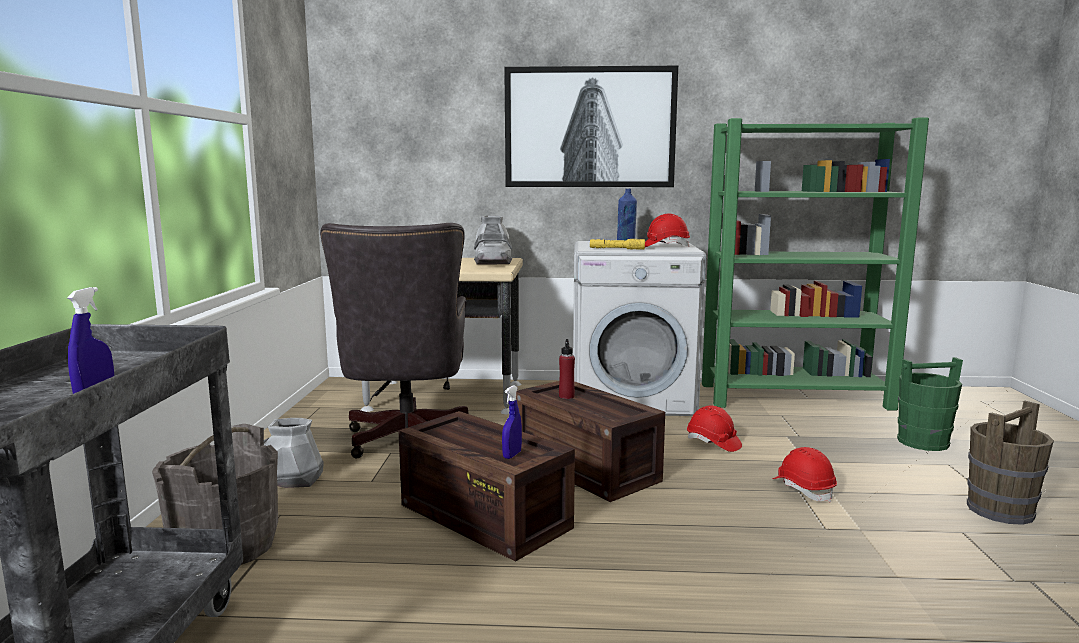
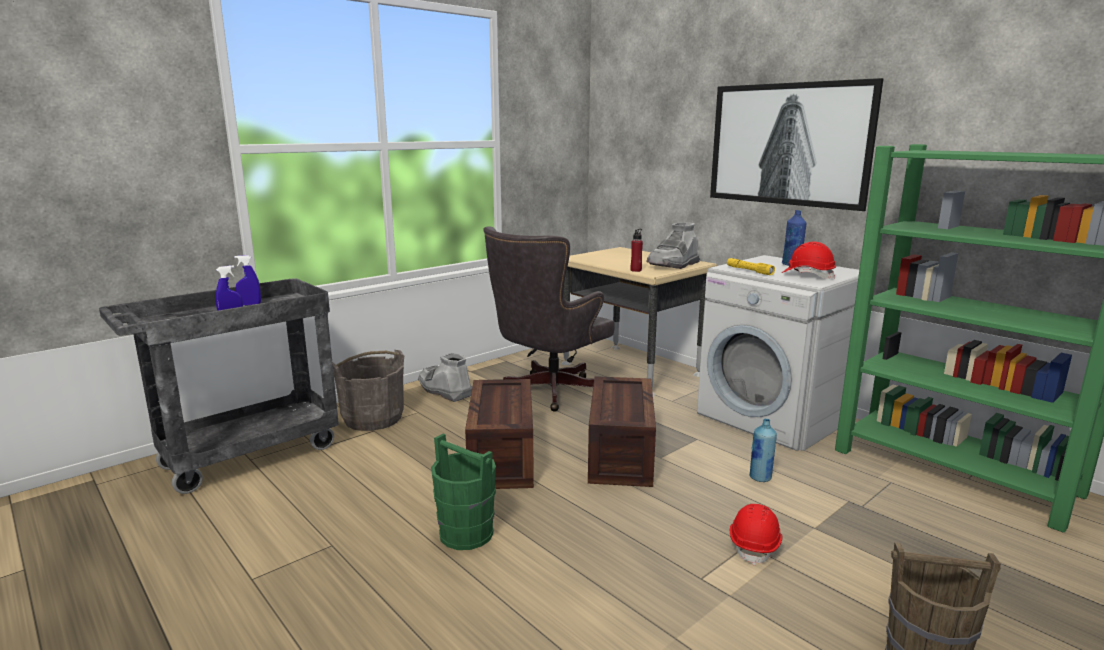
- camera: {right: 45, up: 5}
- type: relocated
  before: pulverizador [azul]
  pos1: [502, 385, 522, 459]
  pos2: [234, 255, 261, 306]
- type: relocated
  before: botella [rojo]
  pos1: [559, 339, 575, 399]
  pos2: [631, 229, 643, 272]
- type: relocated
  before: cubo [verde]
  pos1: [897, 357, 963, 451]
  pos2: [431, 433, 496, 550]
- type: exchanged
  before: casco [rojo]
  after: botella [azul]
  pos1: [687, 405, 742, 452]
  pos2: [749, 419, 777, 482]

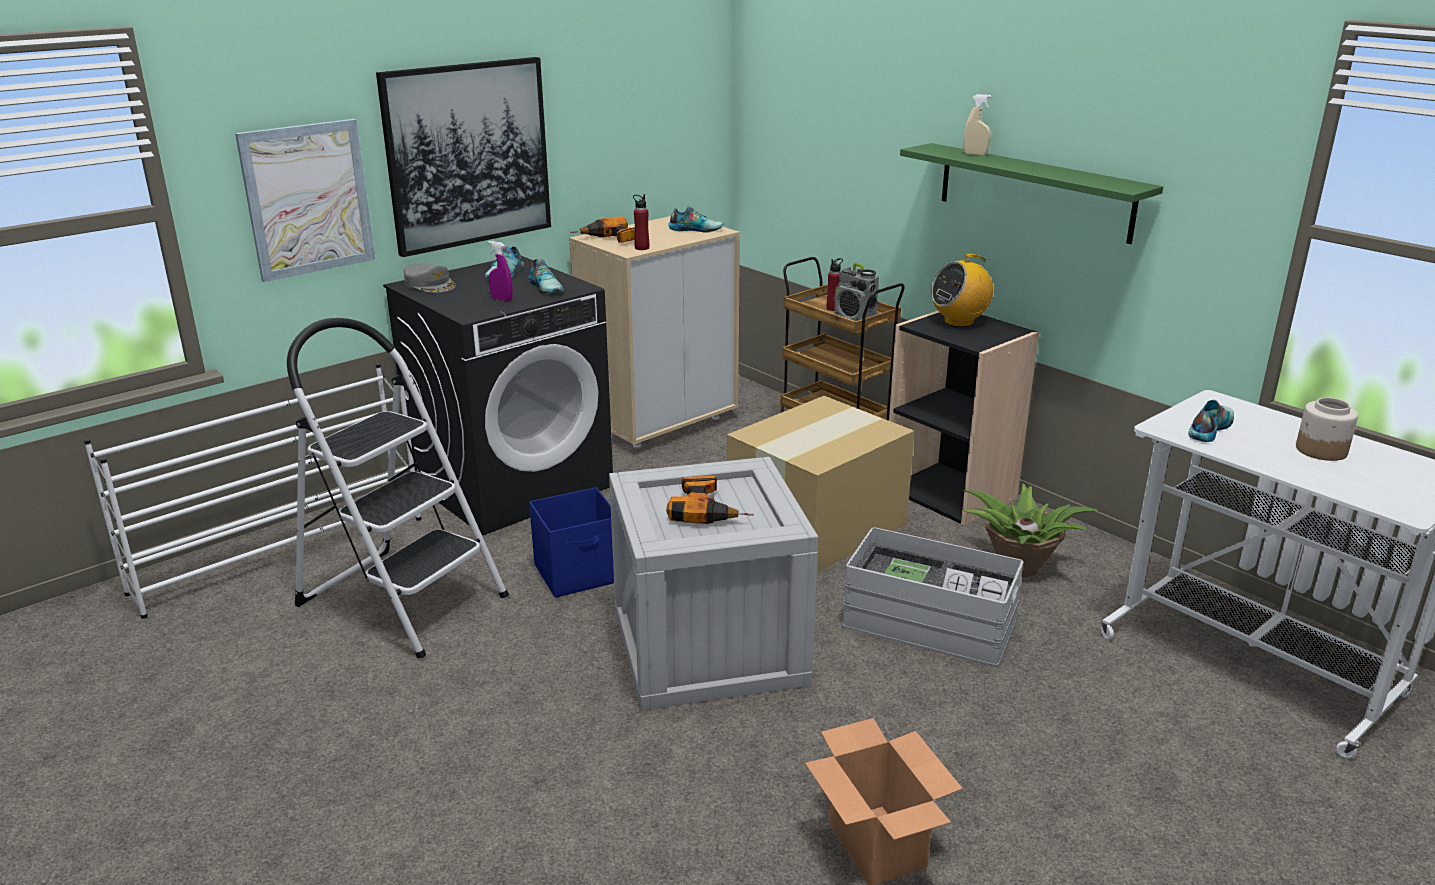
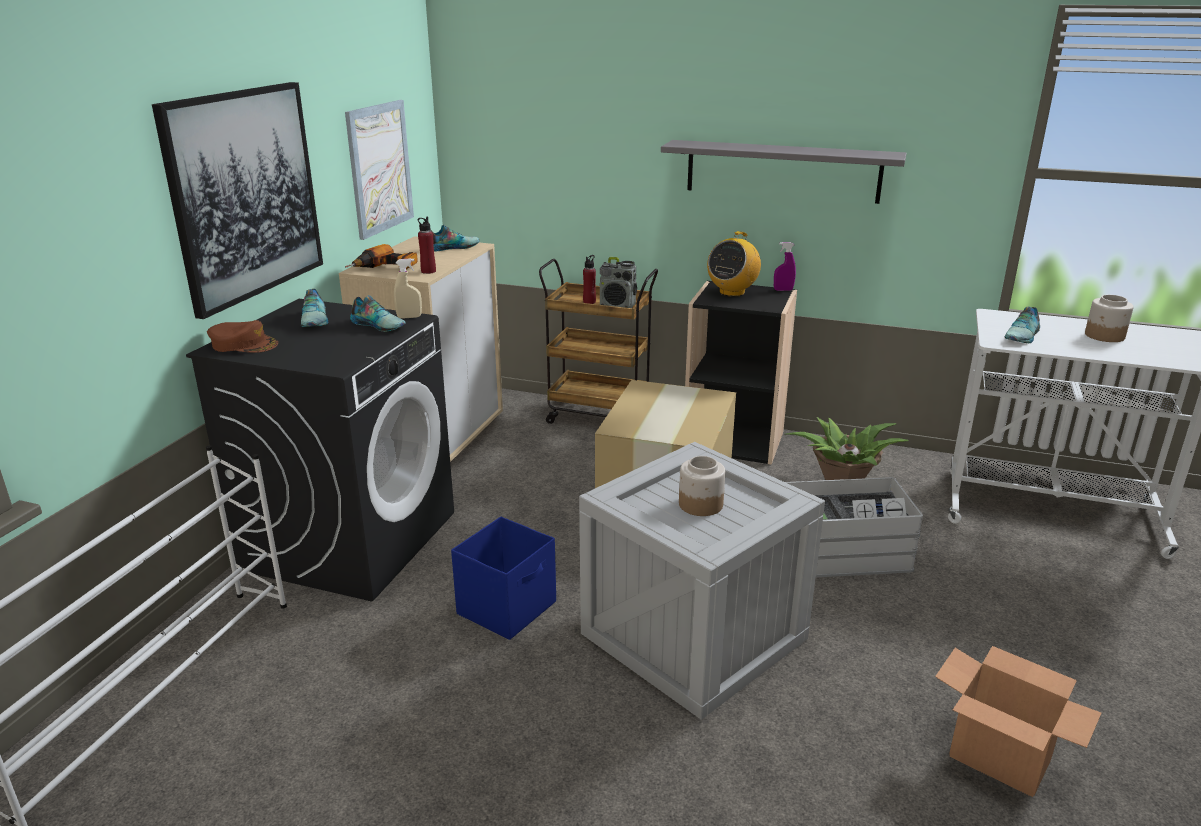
- camera: {right: -30, up: 0}
- type: missing
  before: escalera de tijera
  pos1: [287, 318, 509, 658]
- type: relocated
  before: cuadro
  pos1: [235, 119, 375, 282]
  pos2: [345, 100, 414, 240]
- type: relocated
  before: pulverizador [morado]
  pos1: [488, 241, 512, 301]
  pos2: [774, 242, 796, 291]
- type: relocated
  before: pulverizador [beis]
  pos1: [963, 94, 991, 156]
  pos2: [394, 258, 422, 319]
- type: exchanged
  before: taladro
  after: tarro
  pos1: [667, 476, 754, 524]
  pos2: [679, 456, 725, 516]
- type: colour
  before: gorra [gris]
  after: gorra [marrón]
  pos1: [404, 263, 456, 293]
  pos2: [207, 320, 278, 353]
- type: colour
  before: estante [verde]
  after: estante [gris]
  pos1: [900, 143, 1163, 244]
  pos2: [661, 140, 907, 204]
- type: spun
  before: zapato
  pos1: [1188, 400, 1234, 442]
  pos2: [1005, 306, 1040, 343]
  turn: -150

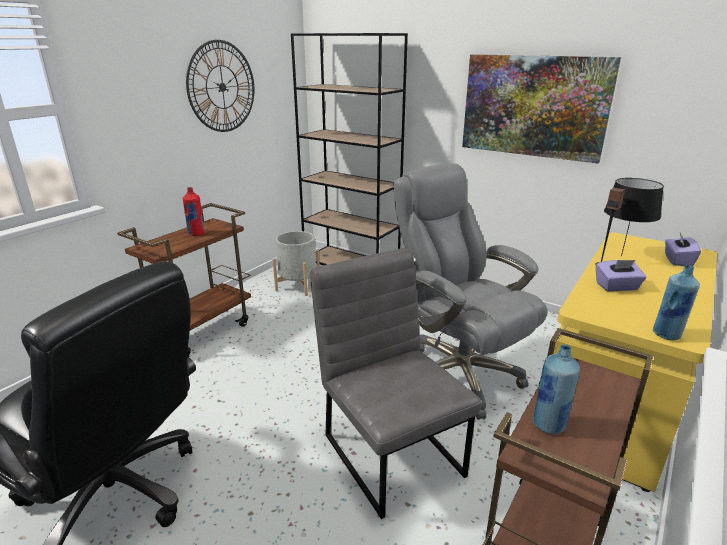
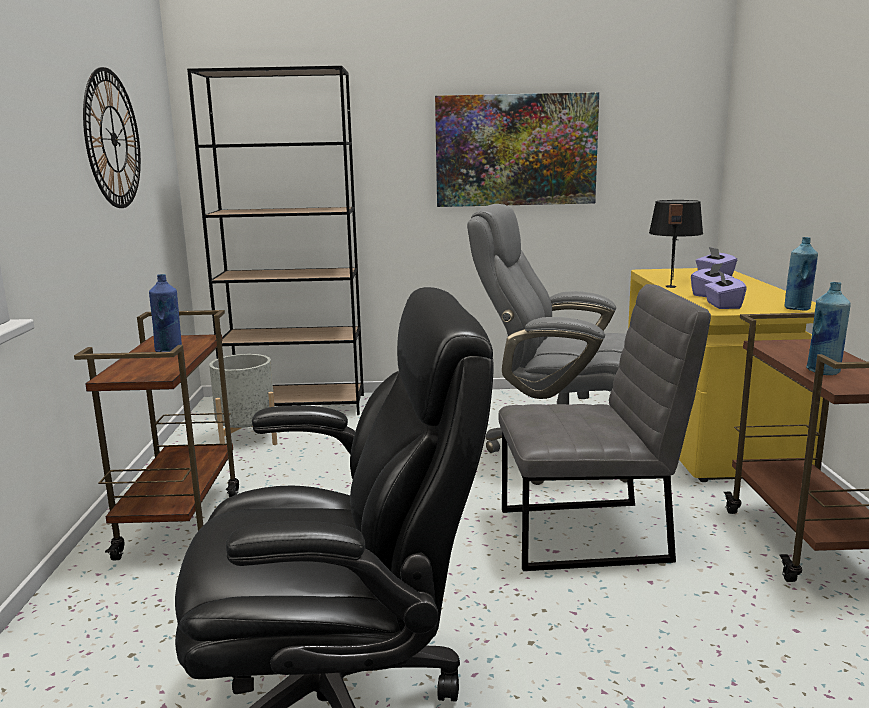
- camera: {right: -35, up: -10}
- type: appeared
  after: caja de pañuelos [morado]
  pos2: [704, 271, 747, 309]
- type: colour
  before: botella [rojo]
  after: botella [azul]
  pos1: [183, 187, 204, 236]
  pos2: [149, 274, 182, 352]
- type: spun
  before: silla [gris]
  pos1: [310, 248, 481, 519]
  pos2: [498, 284, 711, 571]
  turn: 150

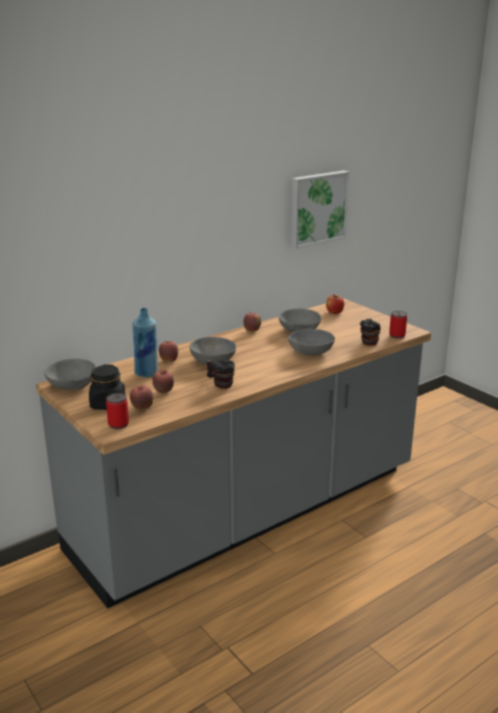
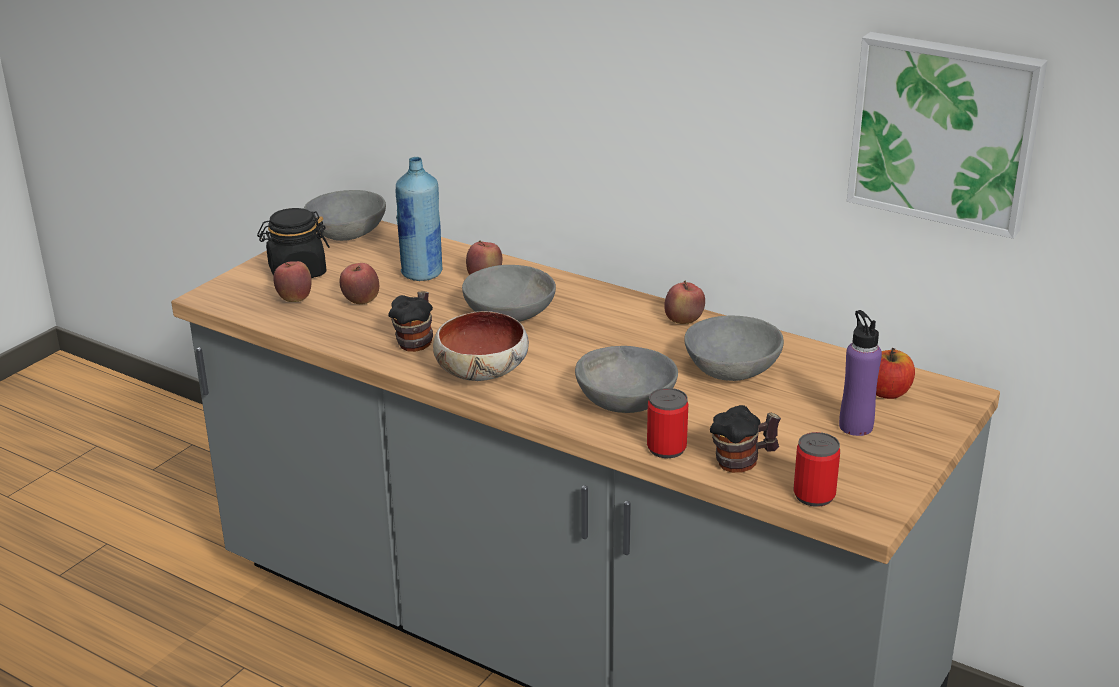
- camera: {right: 70, up: 5}
- type: appeared
  after: cuenco
  pos2: [433, 311, 529, 381]
- type: appeared
  after: botella [morado]
  pos2: [839, 310, 882, 436]
- type: relocated
  before: lata
  pos1: [106, 393, 129, 429]
  pos2: [647, 388, 688, 458]

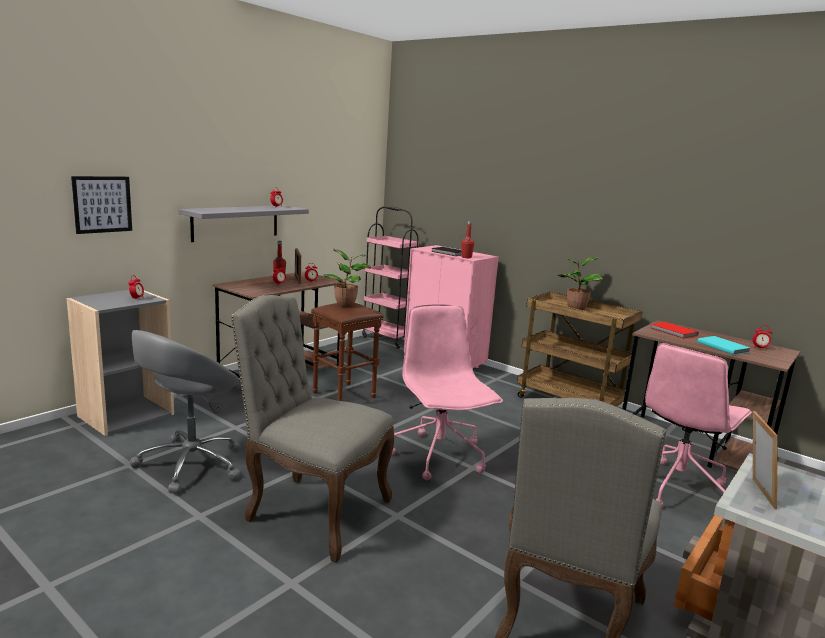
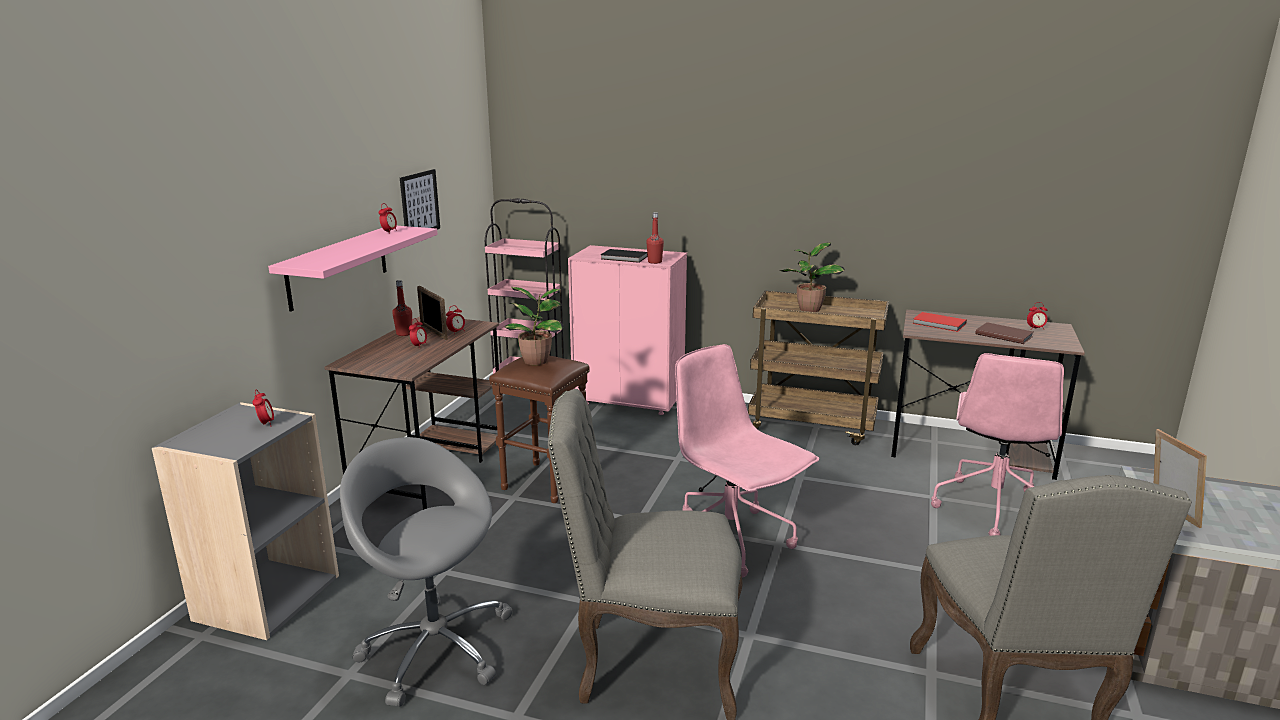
- camera: {right: -20, up: 5}
- type: relocated
  before: cuadro
  pos1: [71, 176, 132, 234]
  pos2: [400, 169, 440, 230]
- type: colour
  before: estante [gris]
  after: estante [rosa]
  pos1: [178, 205, 309, 242]
  pos2: [268, 226, 438, 312]
- type: colour
  before: libro [turquesa]
  after: libro [marrón]
  pos1: [698, 336, 750, 355]
  pos2: [975, 322, 1033, 344]
- type: spun
  before: silla de oficina [gris]
  pos1: [130, 330, 241, 494]
  pos2: [340, 437, 513, 707]
  turn: 105

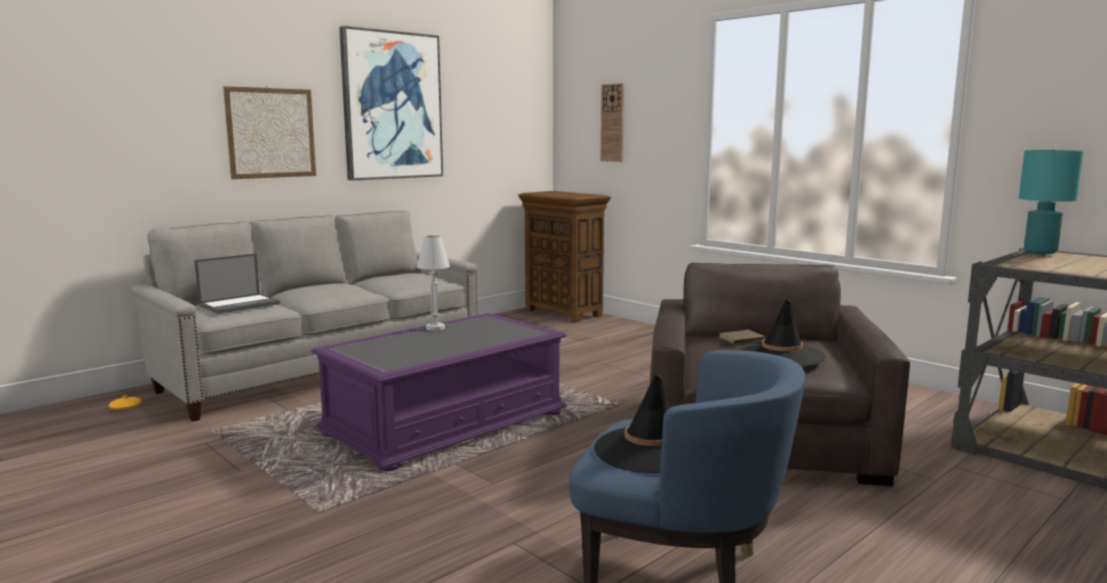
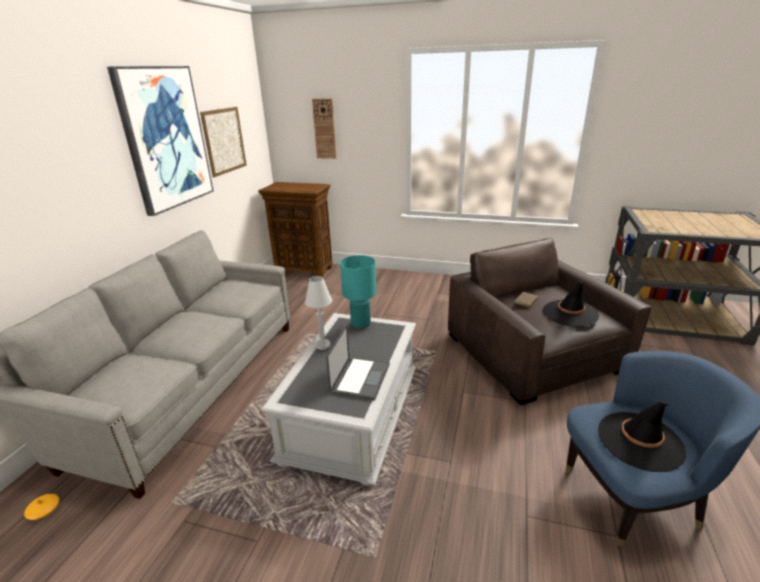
- camera: {right: -30, up: 15}
- type: relocated
  before: portátil
  pos1: [194, 253, 280, 314]
  pos2: [326, 325, 390, 401]
- type: relocated
  before: cuadro
  pos1: [223, 86, 316, 179]
  pos2: [200, 107, 247, 177]
- type: relocated
  before: lámpara de mesa [turquesa]
  pos1: [1019, 149, 1084, 255]
  pos2: [340, 255, 376, 329]
- type: colour
  before: mesa de centro [morado]
  after: mesa de centro [blanco]
  pos1: [311, 313, 567, 471]
  pos2: [261, 313, 416, 486]

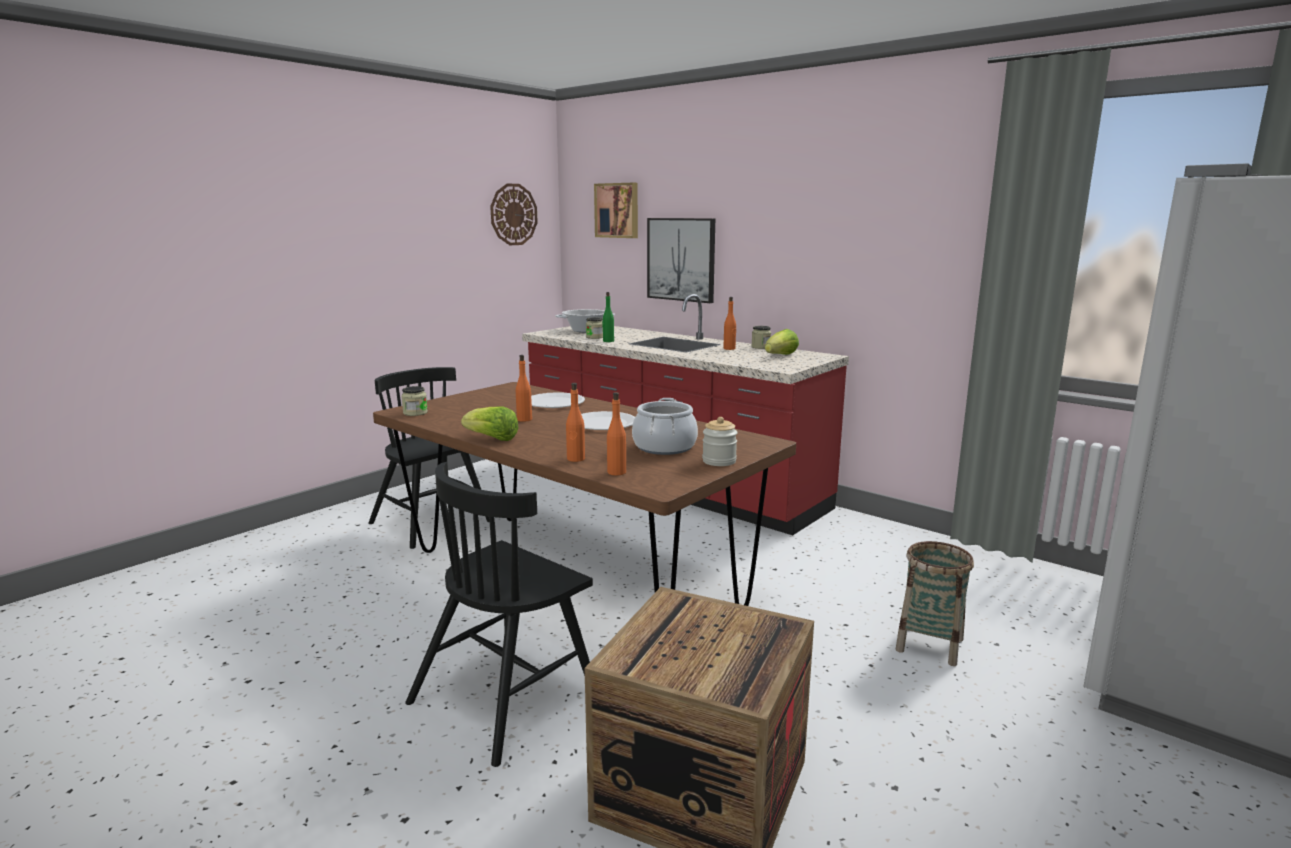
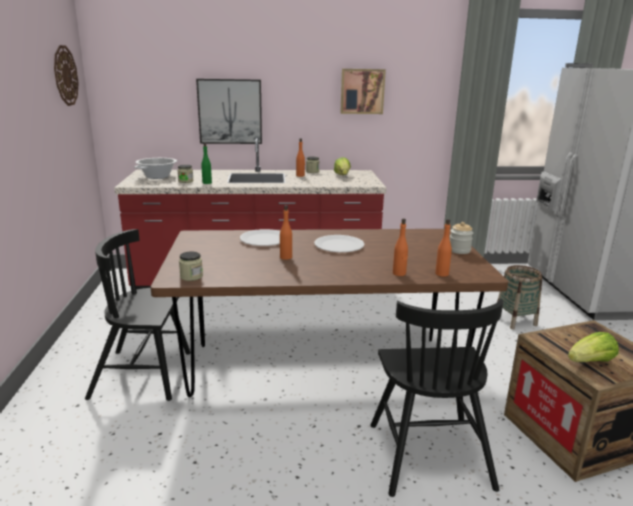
- camera: {right: -45, up: 5}
- type: missing
  before: olla
  pos1: [632, 398, 698, 455]
- type: relocated
  before: lechuga
  pos1: [461, 406, 518, 441]
  pos2: [568, 332, 619, 362]
- type: relocated
  before: cuadro
  pos1: [594, 183, 638, 238]
  pos2: [340, 69, 386, 114]

